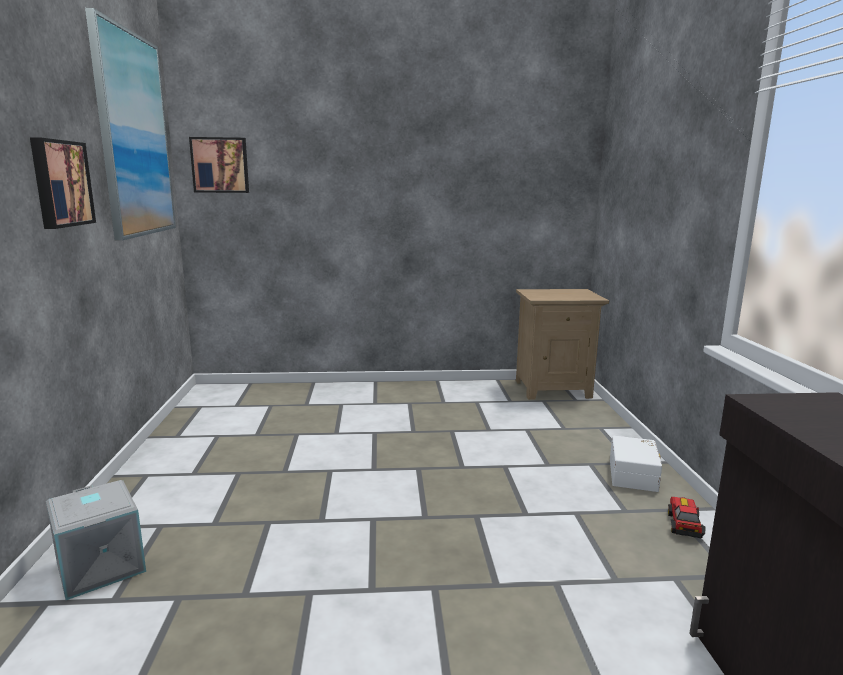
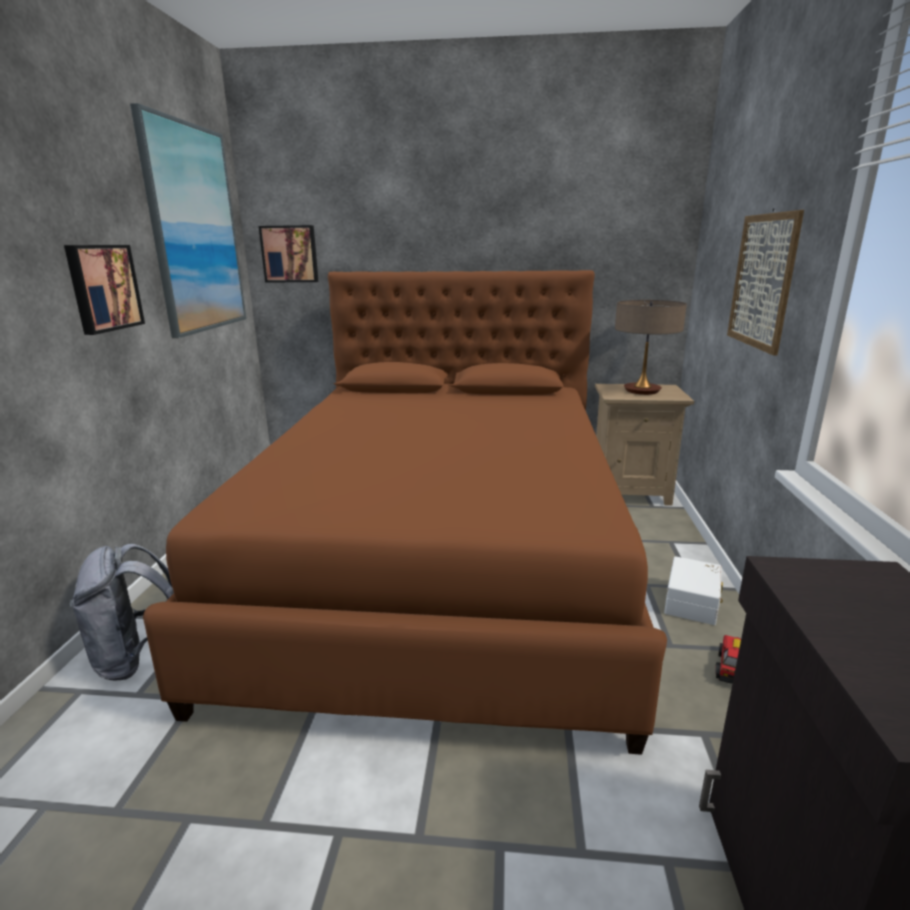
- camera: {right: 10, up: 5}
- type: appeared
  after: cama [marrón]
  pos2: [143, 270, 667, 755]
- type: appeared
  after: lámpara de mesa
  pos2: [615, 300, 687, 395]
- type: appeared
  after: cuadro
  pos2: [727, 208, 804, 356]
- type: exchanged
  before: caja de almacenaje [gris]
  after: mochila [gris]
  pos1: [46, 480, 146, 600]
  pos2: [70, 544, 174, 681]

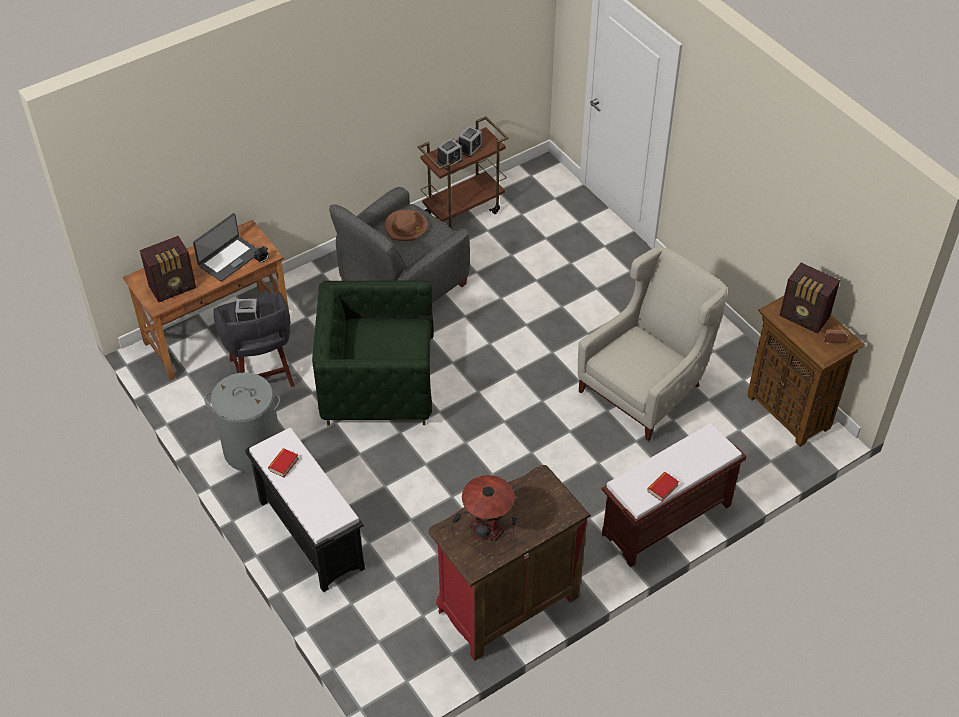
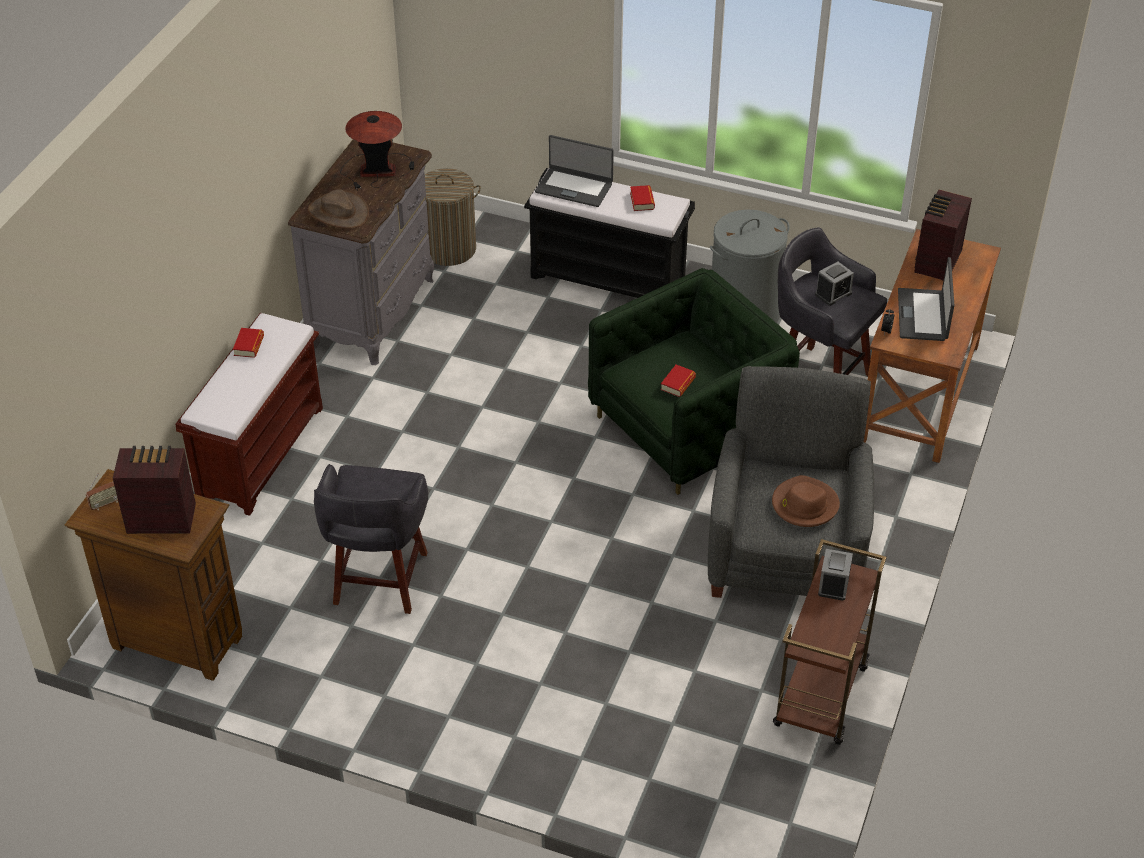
- camera: {right: 145, up: -5}
- type: missing
  before: despertador
  pos1: [458, 126, 482, 157]
- type: appeared
  after: sombrero [marrón]
  pos2: [308, 189, 369, 229]
- type: appeared
  after: cesto de la ropa
  pos2: [425, 168, 481, 266]
- type: appeared
  after: portátil
  pos2: [535, 135, 614, 207]
- type: appeared
  after: libro
  pos2: [661, 365, 696, 397]
- type: exchanged
  before: sillón [beis]
  after: taburete [gris]
  pos1: [578, 247, 727, 441]
  pos2: [314, 464, 428, 614]
- type: colour
  before: cómoda [rojo]
  after: cómoda [gris]
  pos1: [428, 465, 591, 661]
  pos2: [288, 139, 434, 365]

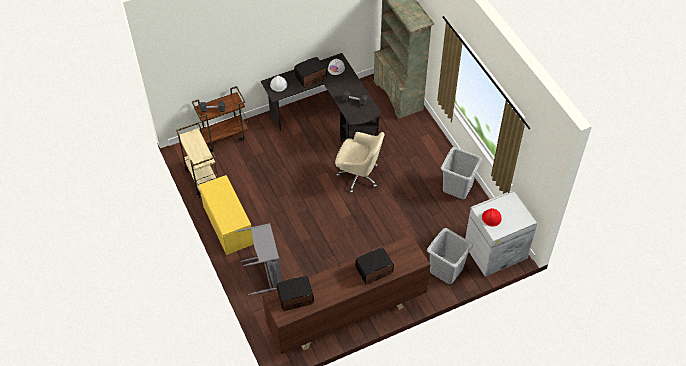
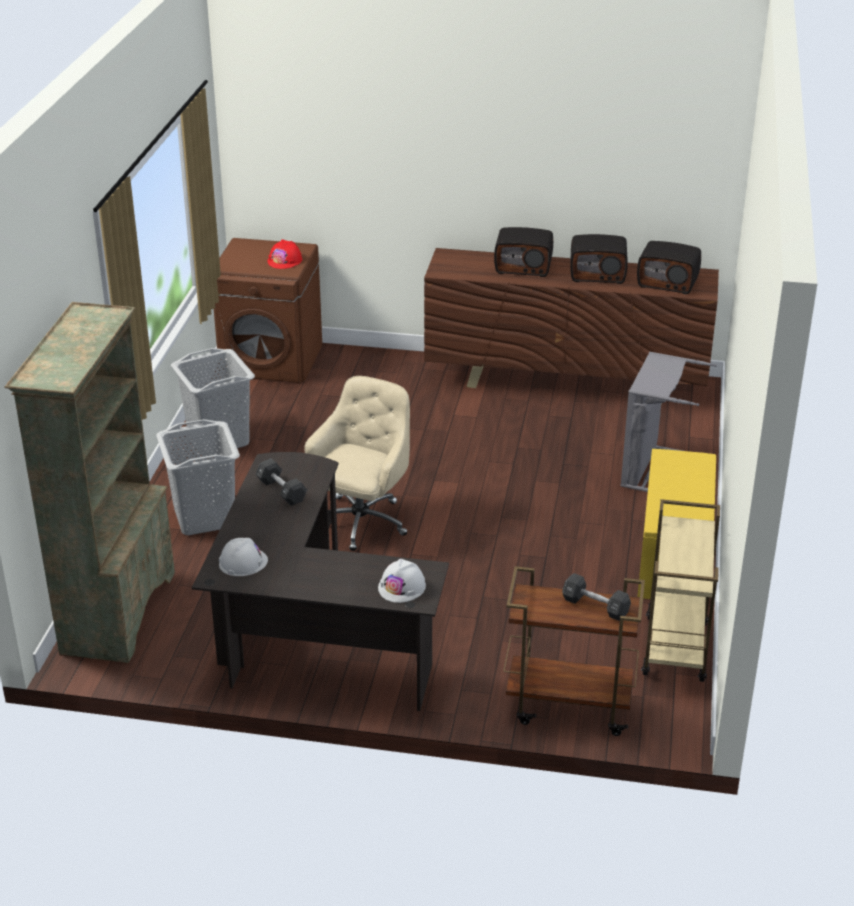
- camera: {right: -145, up: -20}
- type: relocated
  before: radio
  pos1: [294, 57, 327, 88]
  pos2: [570, 234, 628, 284]
- type: relocated
  before: cesto de la ropa [gris]
  pos1: [427, 228, 473, 284]
  pos2: [156, 419, 240, 535]
- type: colour
  before: lavadora [blanco]
  after: lavadora [marrón]
  pos1: [465, 191, 537, 277]
  pos2: [214, 238, 322, 383]
- type: spun
  before: silla de oficina [beis]
  pos1: [335, 132, 384, 193]
  pos2: [304, 376, 410, 551]
  turn: 60

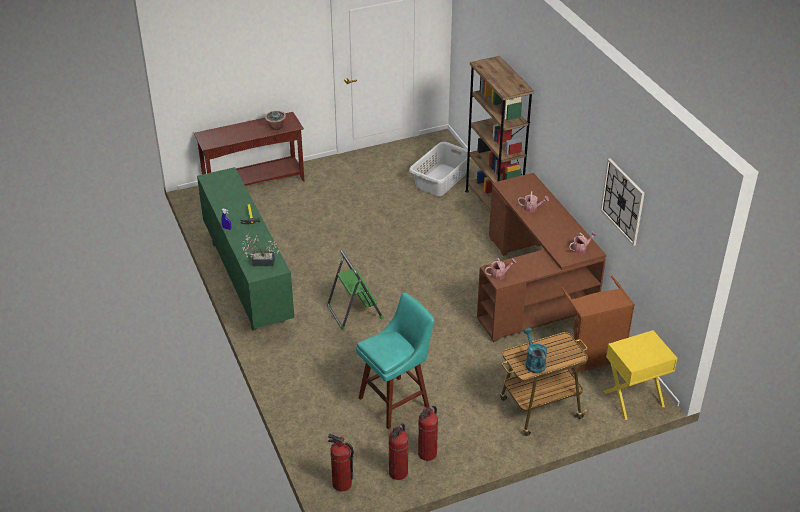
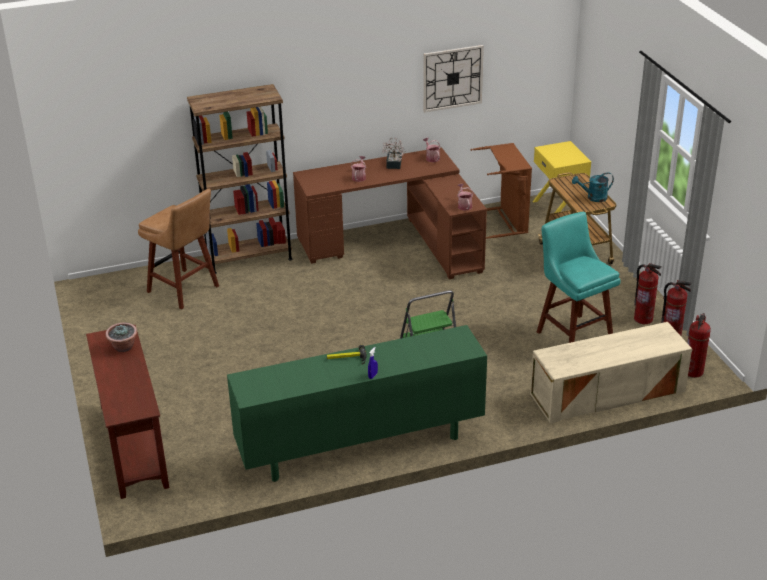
- camera: {right: -85, up: -5}
- type: appeared
  after: banco [beis]
  pos2: [530, 322, 692, 423]
- type: relocated
  before: planta en maceta
  pos1: [242, 234, 279, 266]
  pos2: [382, 138, 407, 169]
- type: exchanged
  before: cesto de la ropa [gris]
  after: taburete [marrón]
  pos1: [409, 142, 472, 196]
  pos2: [138, 189, 219, 310]

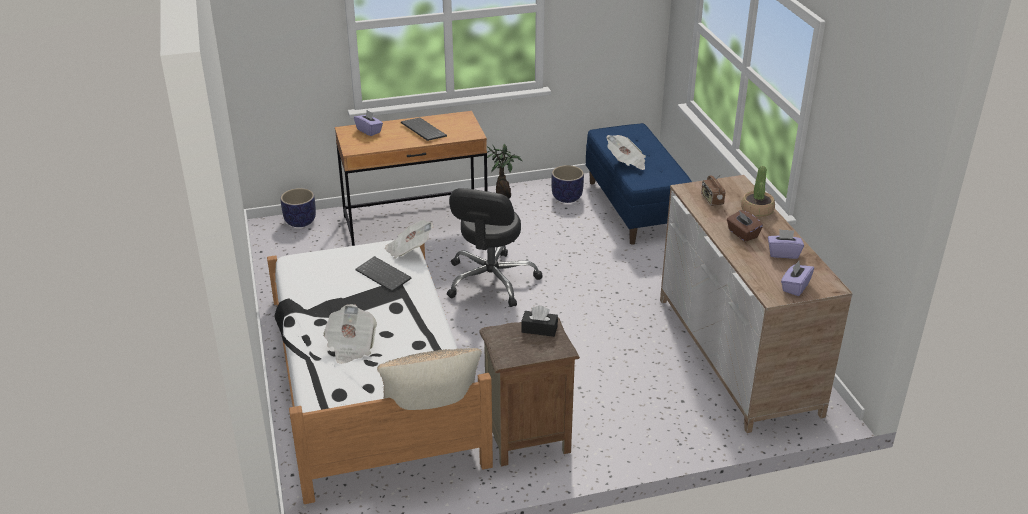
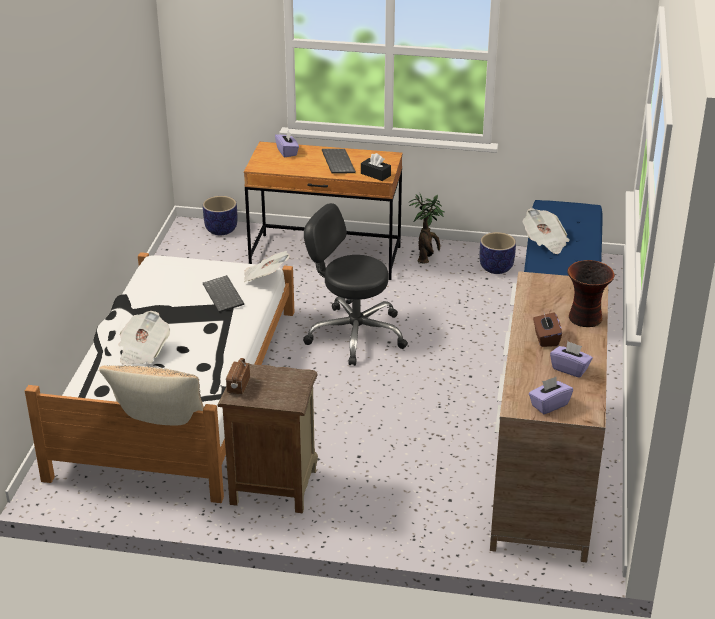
- camera: {right: 25, up: 0}
- type: relocated
  before: caja de pañuelos [negro]
  pos1: [521, 305, 558, 337]
  pos2: [361, 153, 391, 181]
- type: relocated
  before: radio
  pos1: [701, 174, 725, 206]
  pos2: [226, 358, 250, 394]
- type: exchanged
  before: planta en maceta
  after: florero
  pos1: [741, 166, 775, 217]
  pos2: [567, 260, 615, 327]
- type: spun
  before: silla de oficina [negro]
  pos1: [447, 188, 543, 307]
  pos2: [303, 203, 408, 366]
  turn: 75

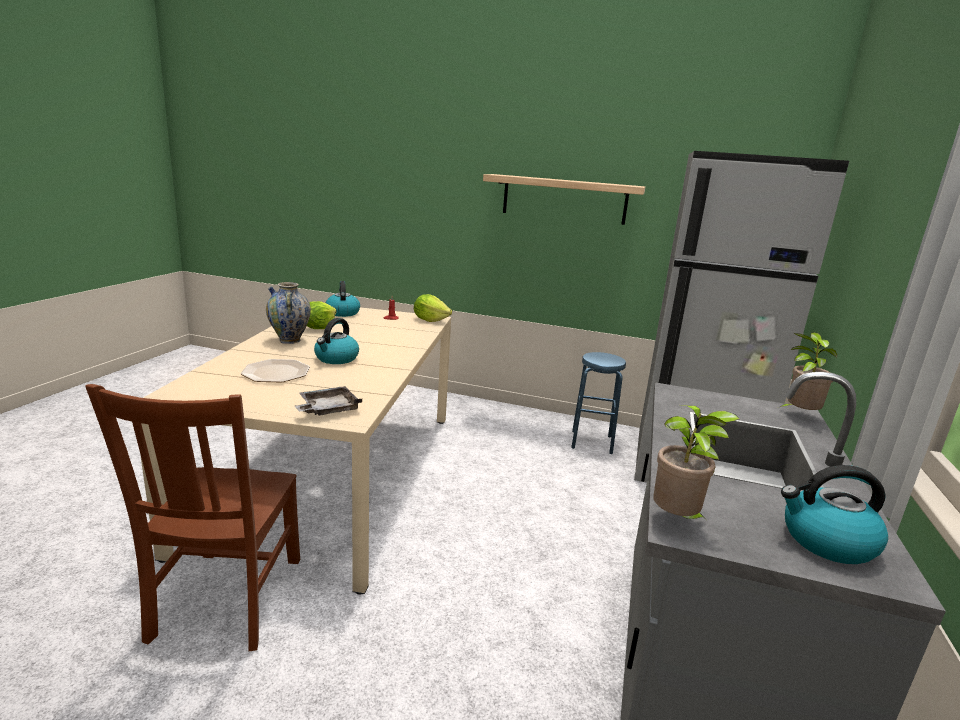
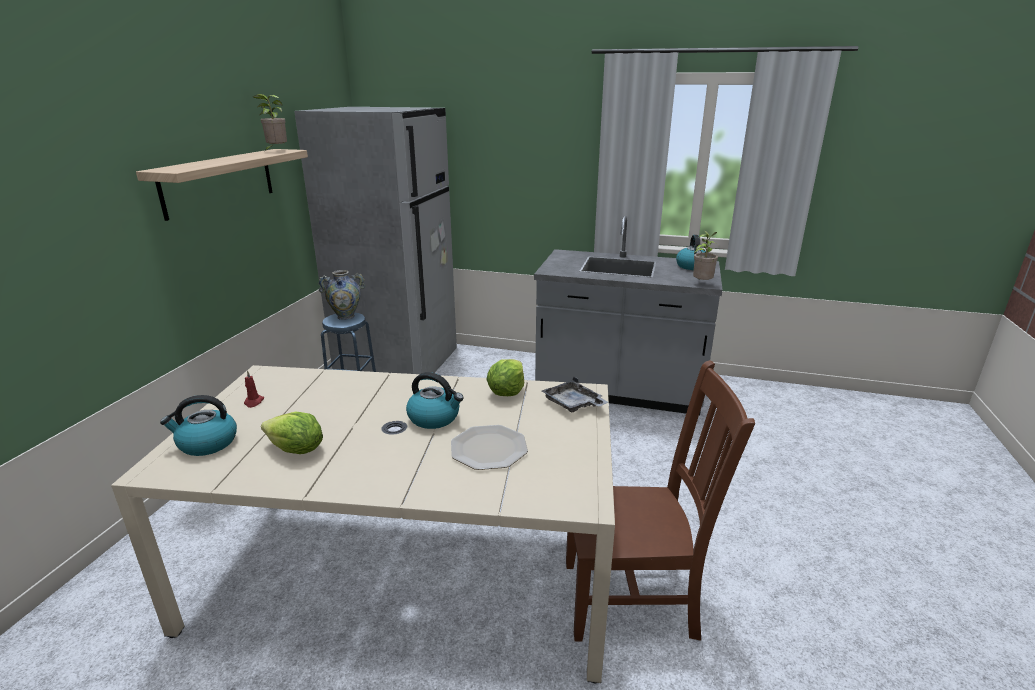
- camera: {right: -90, up: 5}
- type: relocated
  before: florero
  pos1: [266, 282, 311, 344]
  pos2: [318, 270, 365, 320]
- type: relocated
  before: lechuga
  pos1: [414, 294, 452, 322]
  pos2: [487, 359, 524, 396]
- type: relocated
  before: planta en maceta
  pos1: [778, 332, 837, 410]
  pos2: [253, 94, 287, 152]

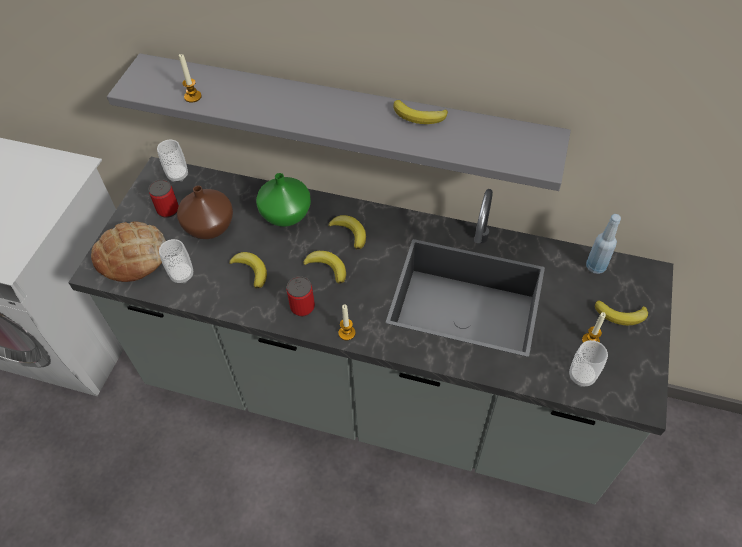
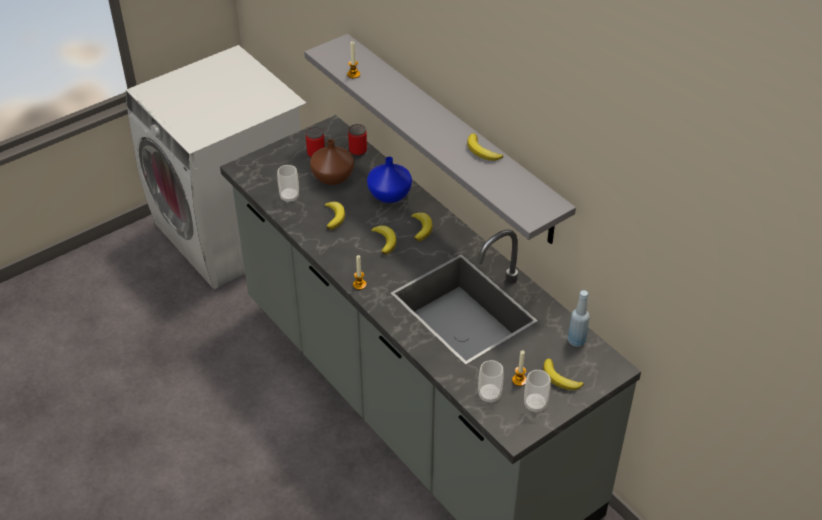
- camera: {right: 35, up: -10}
- type: missing
  before: pan
  pos1: [91, 221, 166, 282]
- type: relocated
  before: taza
  pos1: [157, 139, 188, 182]
  pos2: [524, 370, 551, 413]
- type: relocated
  before: lata
  pos1: [287, 276, 315, 316]
  pos2: [348, 124, 367, 156]
- type: colour
  before: florero [verde]
  after: florero [azul]
  pos1: [256, 173, 311, 227]
  pos2: [367, 157, 412, 203]

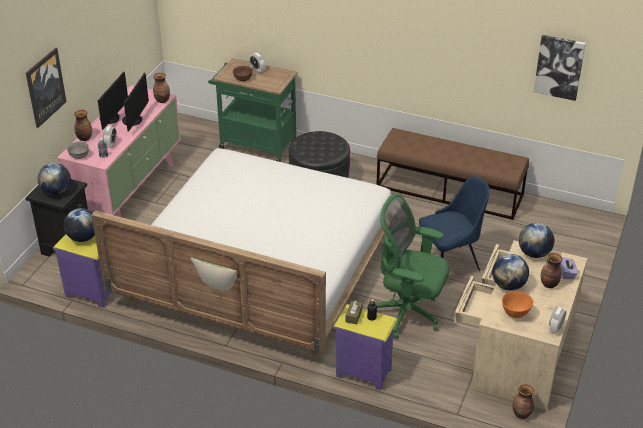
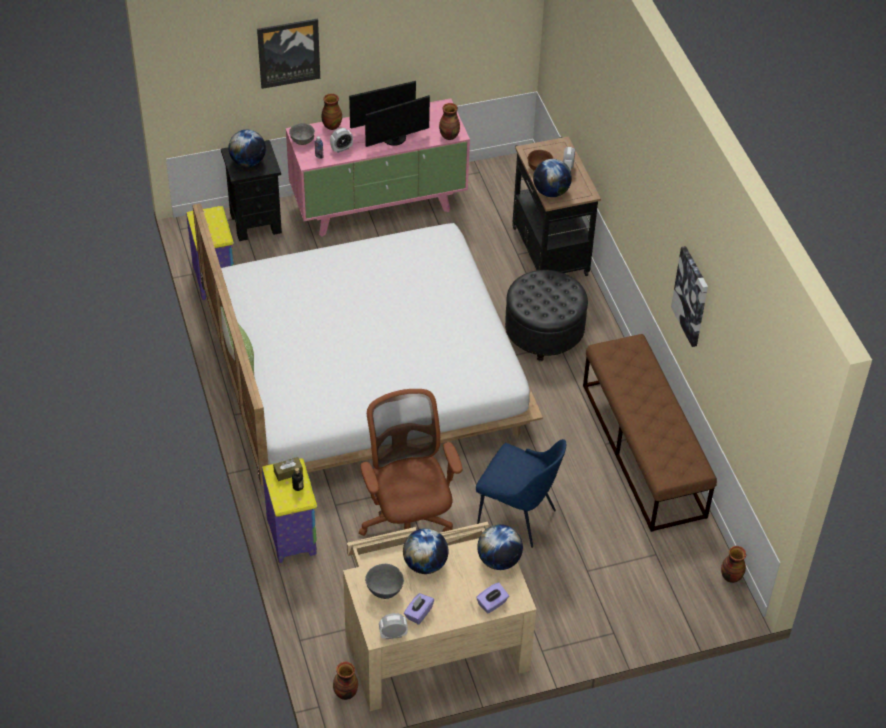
- camera: {right: 50, up: 10}
- type: appeared
  after: caja de pañuelos [morado]
  pos2: [404, 593, 434, 625]
- type: relocated
  before: globo terráqueo
  pos1: [64, 208, 95, 242]
  pos2: [533, 159, 572, 197]
- type: relocated
  before: cuadro
  pos1: [534, 35, 586, 101]
  pos2: [671, 246, 708, 347]
- type: relocated
  before: florero
  pos1: [541, 253, 562, 288]
  pos2: [721, 546, 746, 583]
- type: colour
  before: carrito [verde]
  after: carrito [negro]
  pos1: [208, 58, 298, 162]
  pos2: [512, 136, 601, 276]
- type: colour
  before: silla de oficina [verde]
  after: silla de oficina [marrón]
  pos1: [375, 193, 450, 339]
  pos2: [359, 389, 463, 536]
- type: colour
  before: cuenco [naranja]
  after: cuenco [gris]
  pos1: [502, 291, 533, 318]
  pos2: [365, 564, 404, 599]

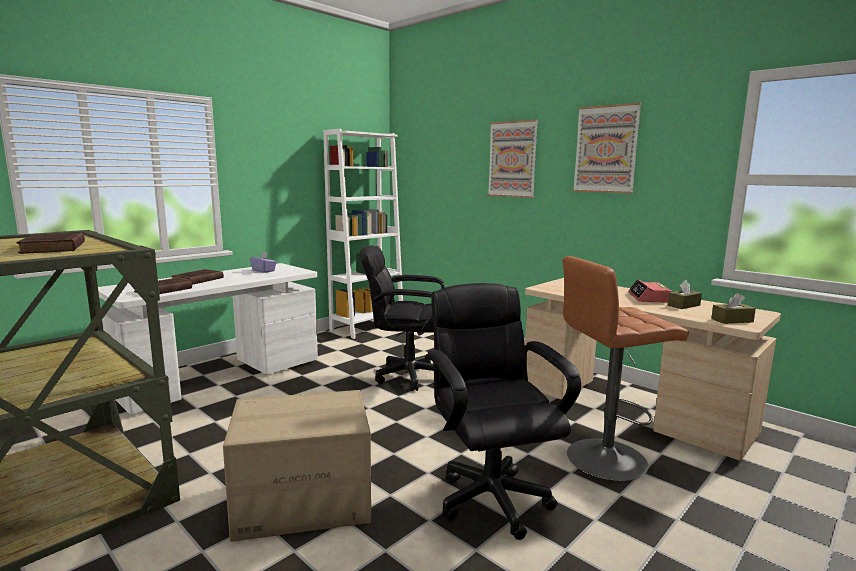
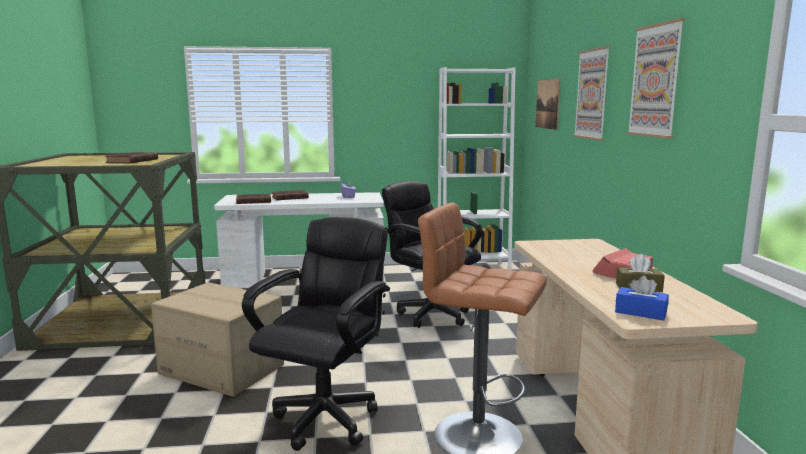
- camera: {right: 40, up: 0}
- type: appeared
  after: cuadro
  pos2: [536, 78, 560, 130]
- type: colour
  before: caja de pañuelos [marrón]
  after: caja de pañuelos [azul]
  pos1: [711, 293, 756, 324]
  pos2: [615, 276, 669, 321]

